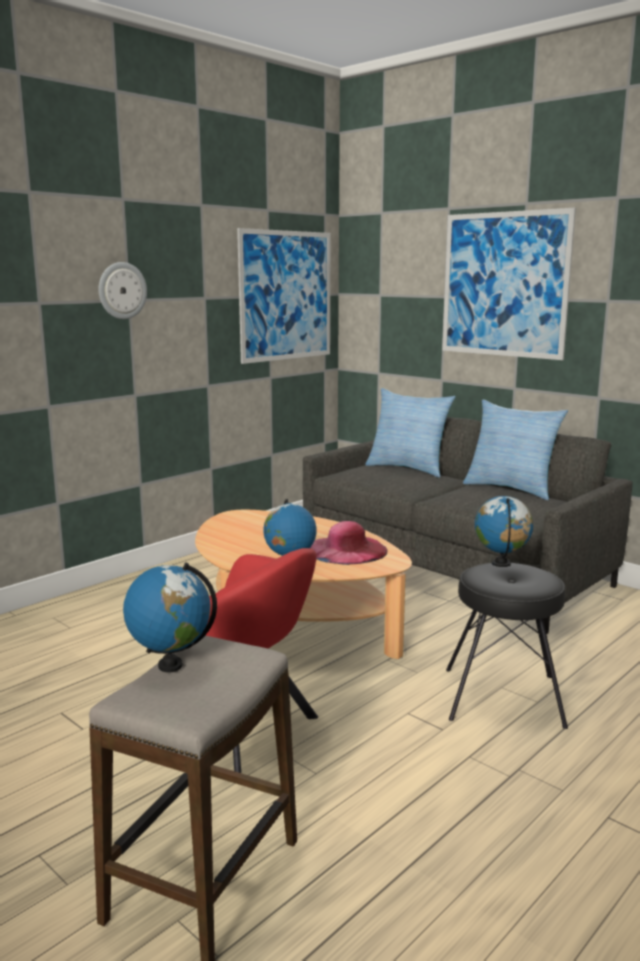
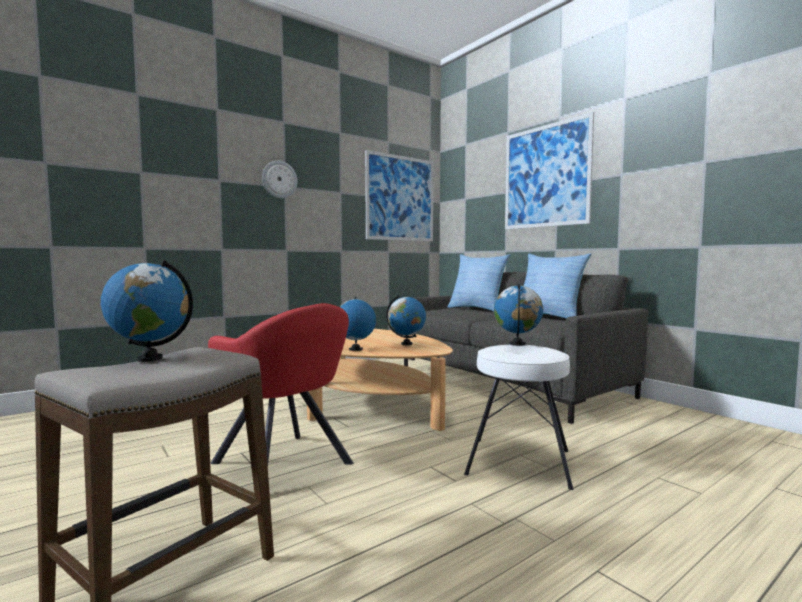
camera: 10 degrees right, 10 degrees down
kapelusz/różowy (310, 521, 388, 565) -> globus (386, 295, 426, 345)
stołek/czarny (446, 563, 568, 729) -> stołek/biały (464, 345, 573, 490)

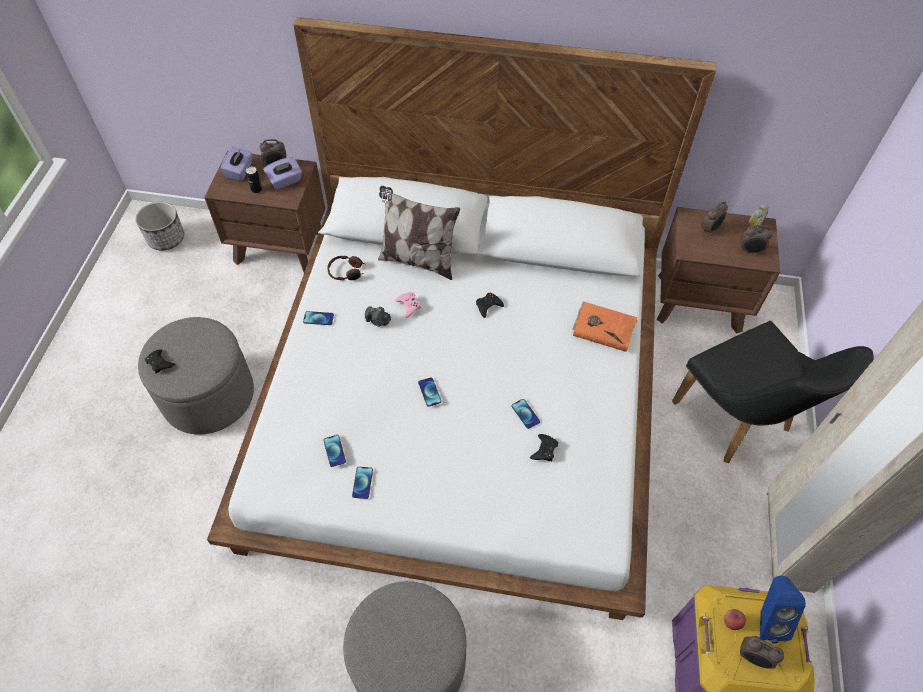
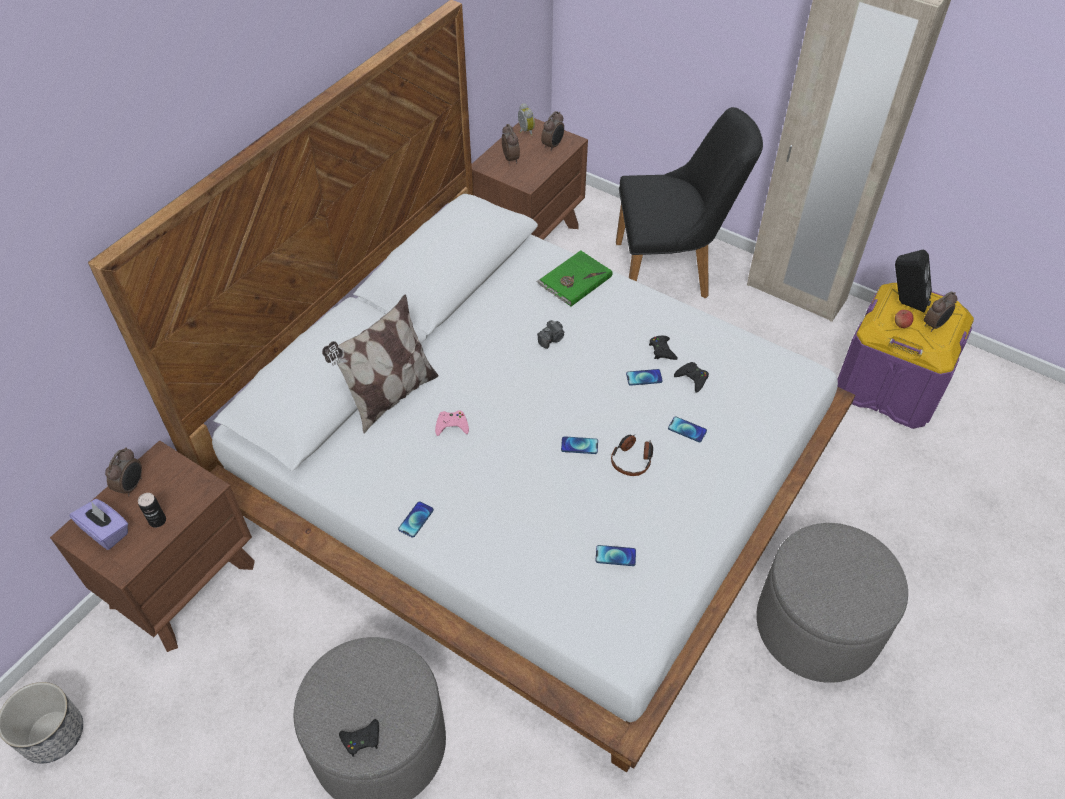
camera: 65 degrees left, 5 degrees down
pudełko chusteczek/fioletowy (263, 157, 302, 190) -> none
słuchawki (327, 256, 365, 280) -> słuchawki (611, 434, 653, 476), moved
telefon (352, 467, 373, 499) -> telefon (668, 416, 707, 442), moved
aparat fotograficzny (365, 306, 391, 327) -> aparat fotograficzny (537, 320, 565, 349), moved
pad do gier/czarny (476, 293, 504, 318) -> pad do gier/czarny (649, 336, 678, 360), moved
książka/pomarańczowy (573, 301, 637, 352) -> książka/zielony (537, 250, 612, 306)
głośnik/niebieski (760, 576, 806, 643) -> głośnik/czarny (895, 250, 932, 312)

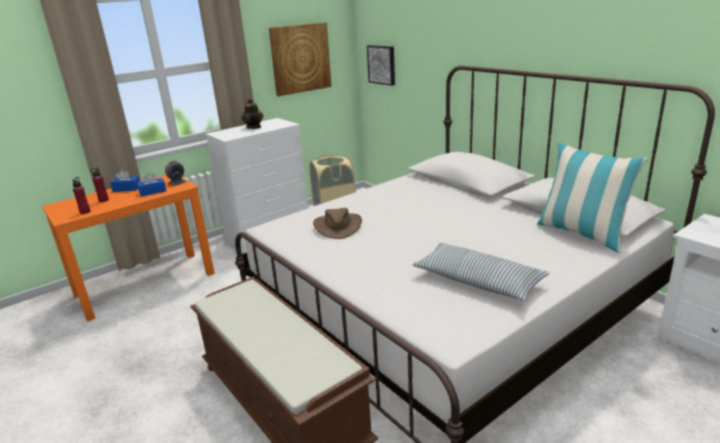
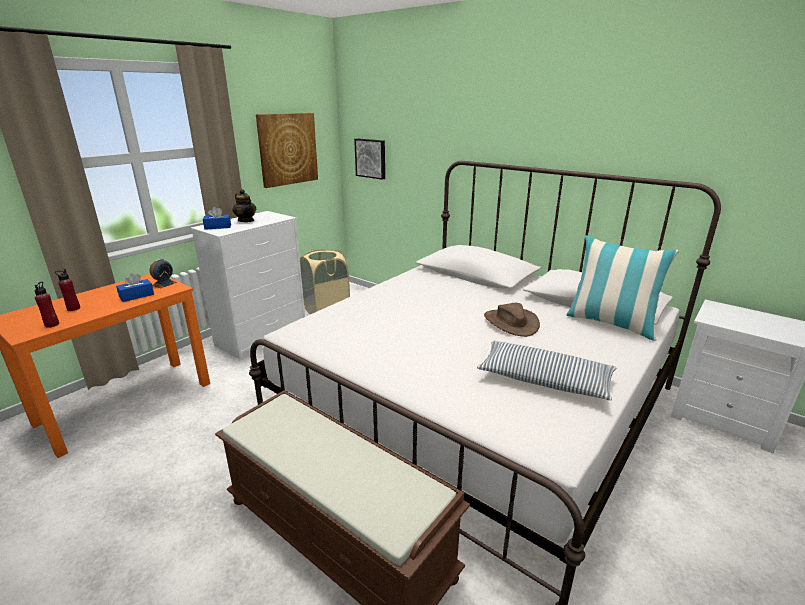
camera: 15 degrees left, 0 degrees up
pudełko chusteczek/niebieski (110, 170, 140, 192) -> pudełko chusteczek/niebieski (203, 207, 231, 230), moved
kapelusz/brązowy (313, 208, 362, 239) -> kapelusz/brązowy (484, 303, 540, 337), moved

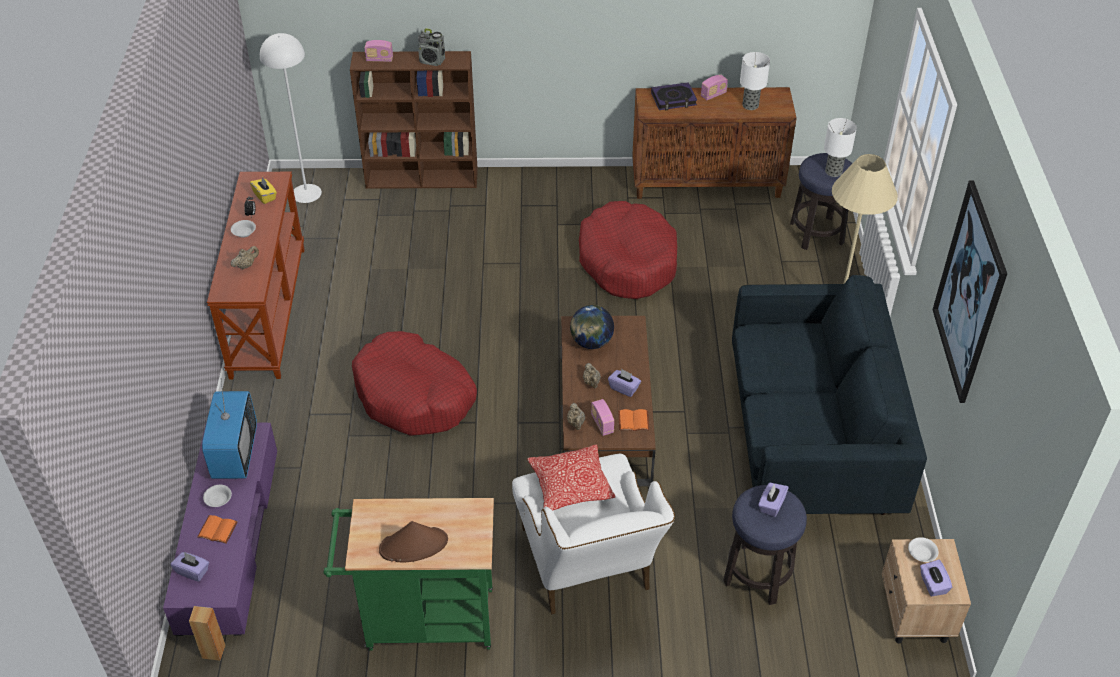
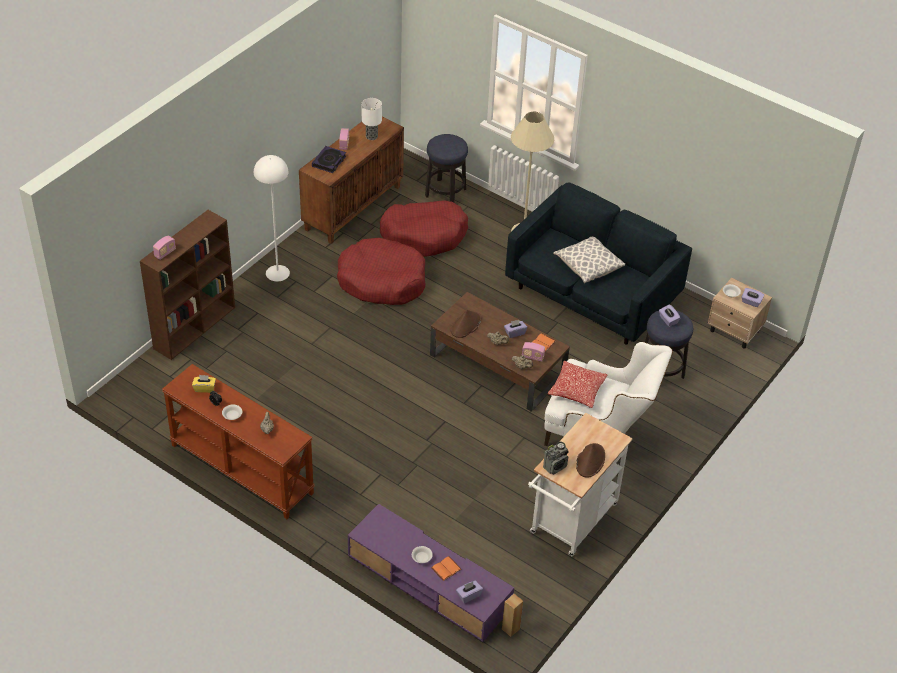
camera: 55 degrees left, 0 degrees up
telewizor (202, 380, 257, 479) -> none
lampa stołowa (824, 118, 857, 177) -> none
obraz (932, 181, 1007, 403) -> none
none -> poduszka (553, 237, 625, 283)
lampa stojąca/biały (260, 33, 322, 203) -> lampa stojąca/biały (254, 155, 290, 282), moved
legowisko/czerwony (352, 331, 477, 436) -> legowisko/czerwony (380, 200, 468, 257), moved
radio (418, 28, 445, 66) -> radio (543, 442, 569, 475), moved
globus (570, 305, 614, 349) -> kapelusz/brązowy (451, 310, 481, 338)
wózek/zielony (324, 498, 494, 651) -> wózek/biały (528, 413, 633, 556)

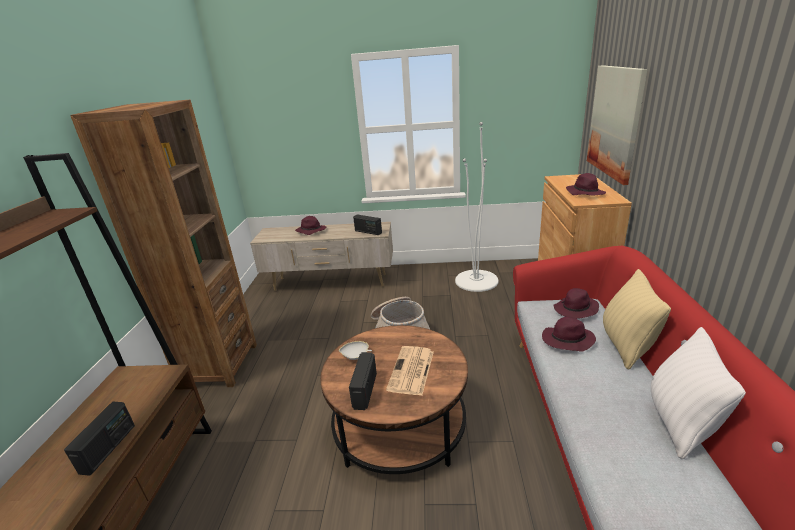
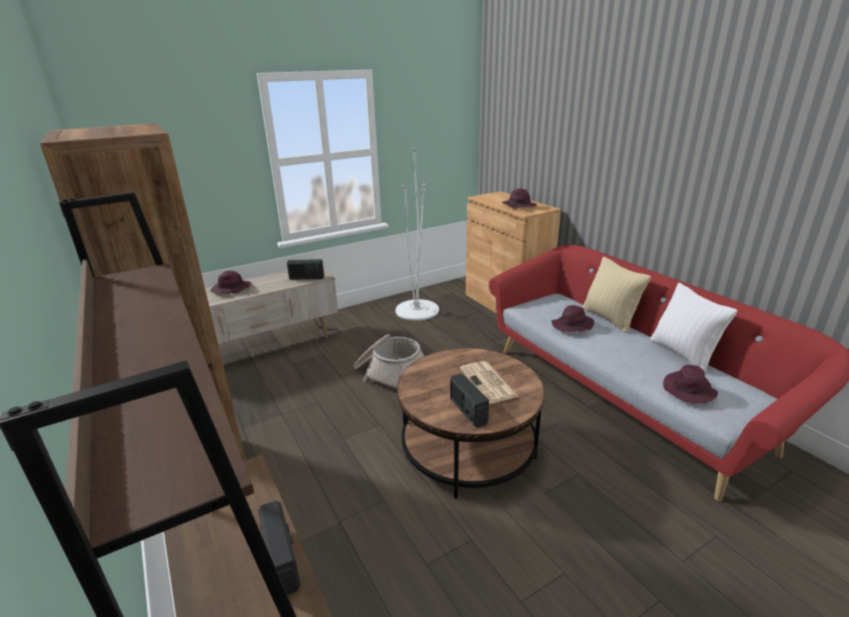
camera: 35 degrees left, 0 degrees up
miska/biały (339, 341, 372, 360) -> none
obraz (587, 65, 648, 185) -> none
kapelusz/fioletowy (553, 288, 599, 319) -> kapelusz/fioletowy (663, 365, 718, 404), moved

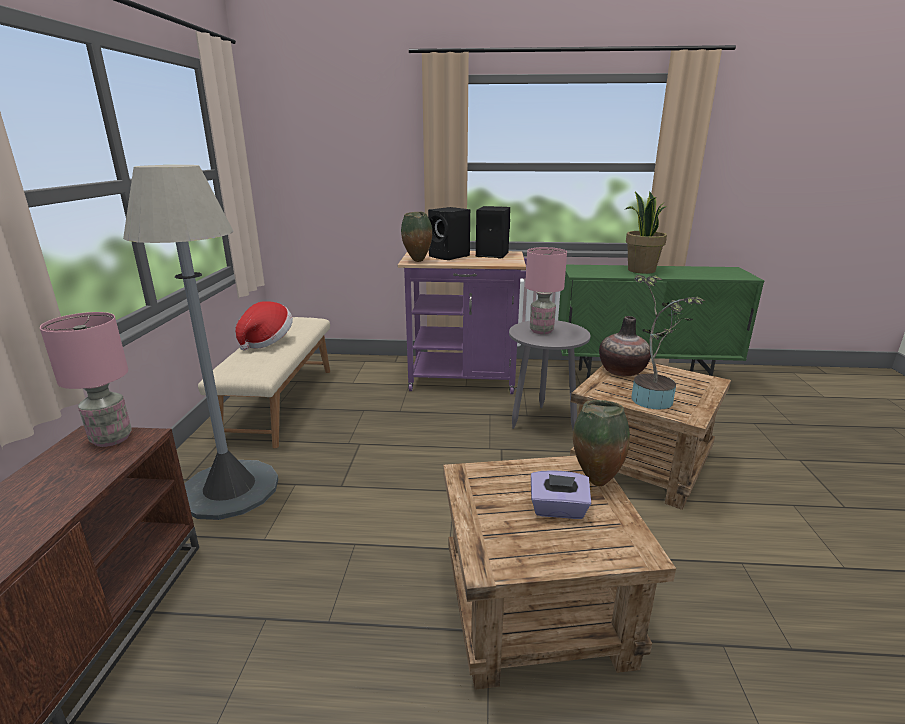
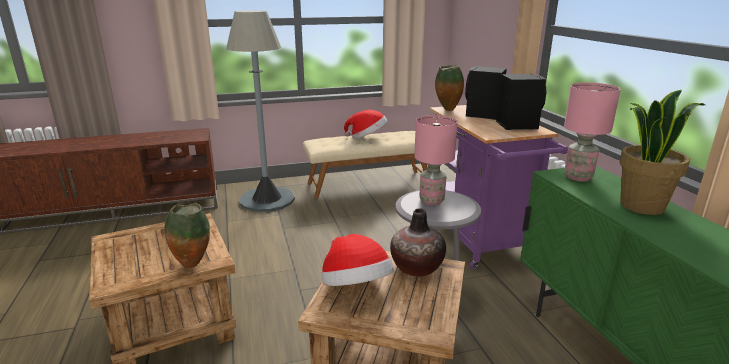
camera: 70 degrees right, 0 degrees up
pudełko chusteczek/fioletowy (531, 470, 591, 519) -> none
lampa stołowa/różowy (40, 312, 132, 447) -> lampa stołowa/różowy (564, 82, 621, 182), moved
roślina doniczkowa (631, 275, 705, 410) -> kapelusz (322, 234, 394, 286)

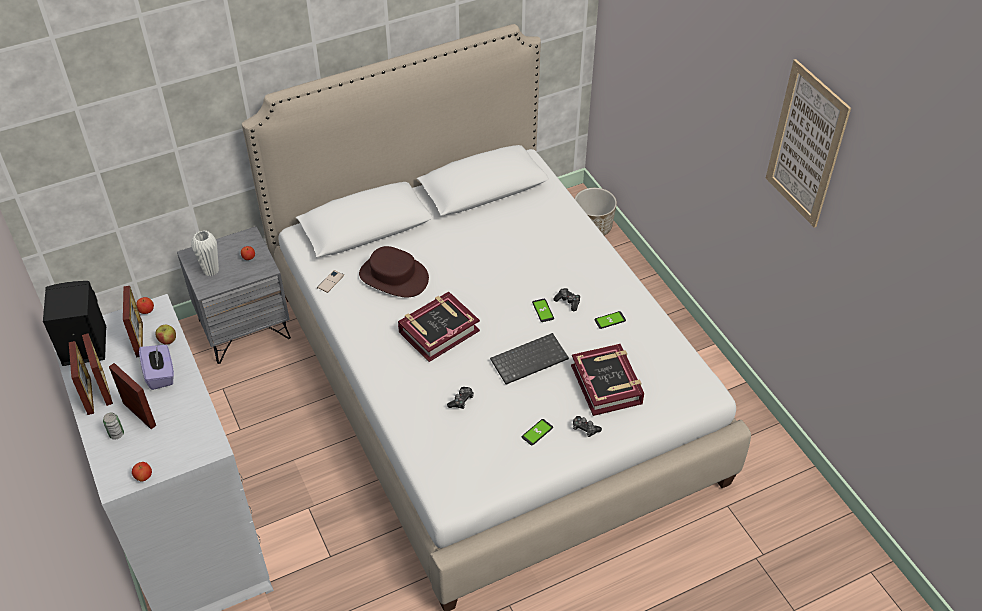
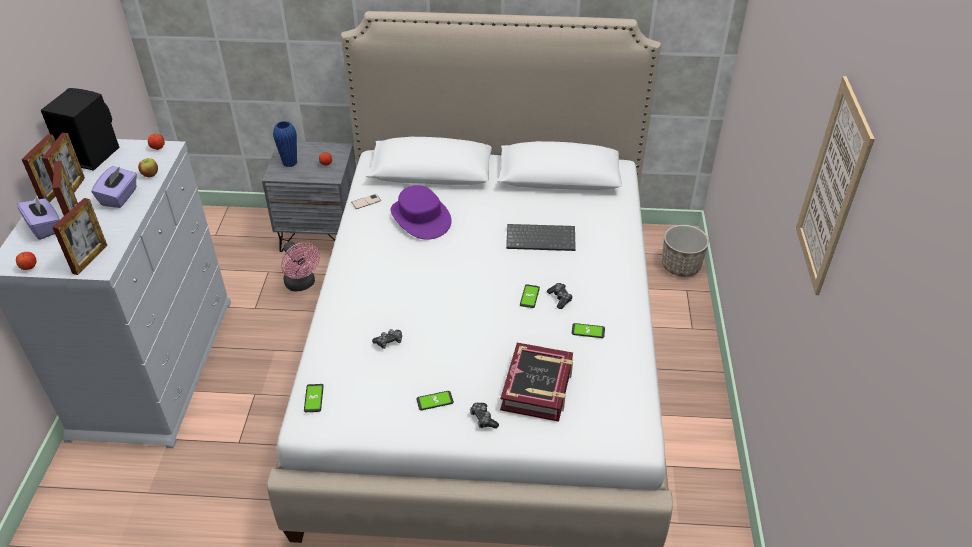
camera: 30 degrees right, 5 degrees down
książka (398, 292, 480, 362) -> none
none -> wentylator/różowy (281, 241, 320, 291)
none -> telefon (304, 384, 324, 412)
ramka na zdjęcie (123, 286, 143, 358) -> ramka na zdjęcie (52, 198, 107, 275), moved
klawiatura (490, 333, 569, 385) -> klawiatura (506, 224, 576, 251), moved
puszka (103, 413, 124, 439) -> pudełko chusteczek/fioletowy (17, 197, 60, 240)
wazon/biały (191, 230, 219, 276) -> wazon/niebieski (273, 121, 297, 167)
kapelusz/brązowy (359, 246, 429, 297) -> kapelusz/fioletowy (390, 185, 452, 240)

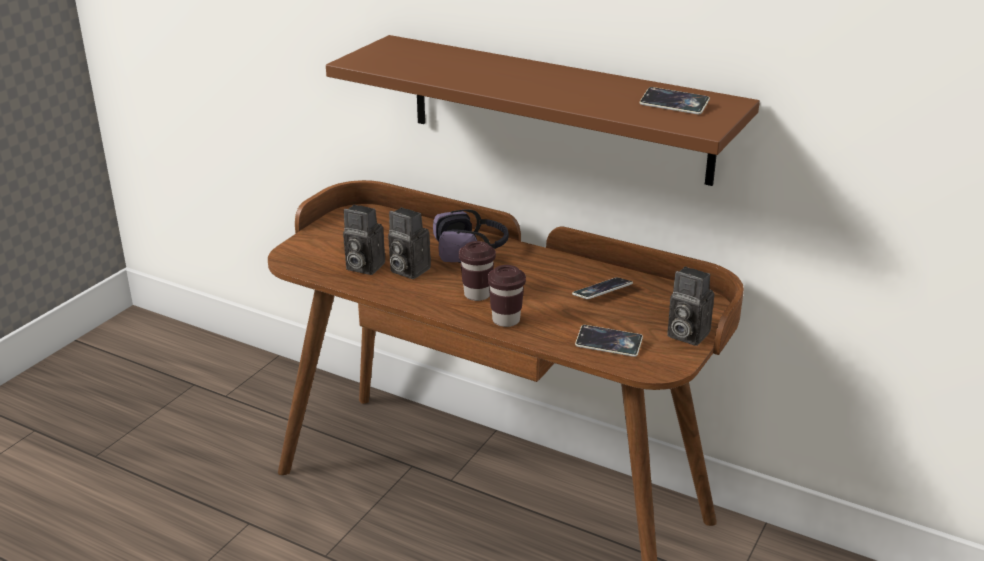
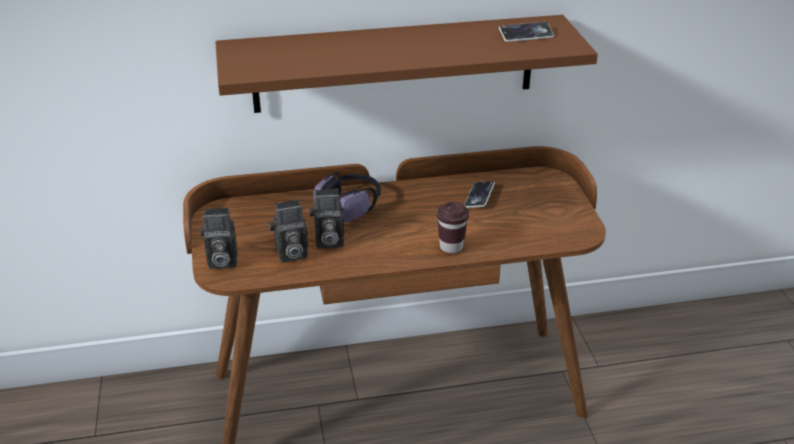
camera: 40 degrees left, 5 degrees up
filiżanka/brązowy (459, 241, 496, 301) -> none
telefon (575, 325, 643, 357) -> none
aparat fotograficzny (667, 266, 714, 346) -> aparat fotograficzny (200, 208, 238, 269), moved

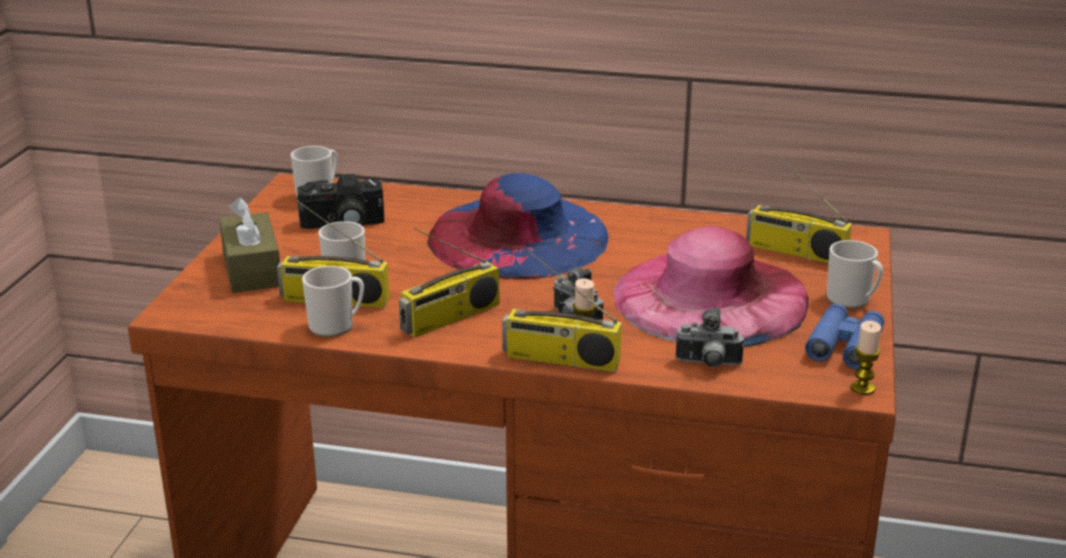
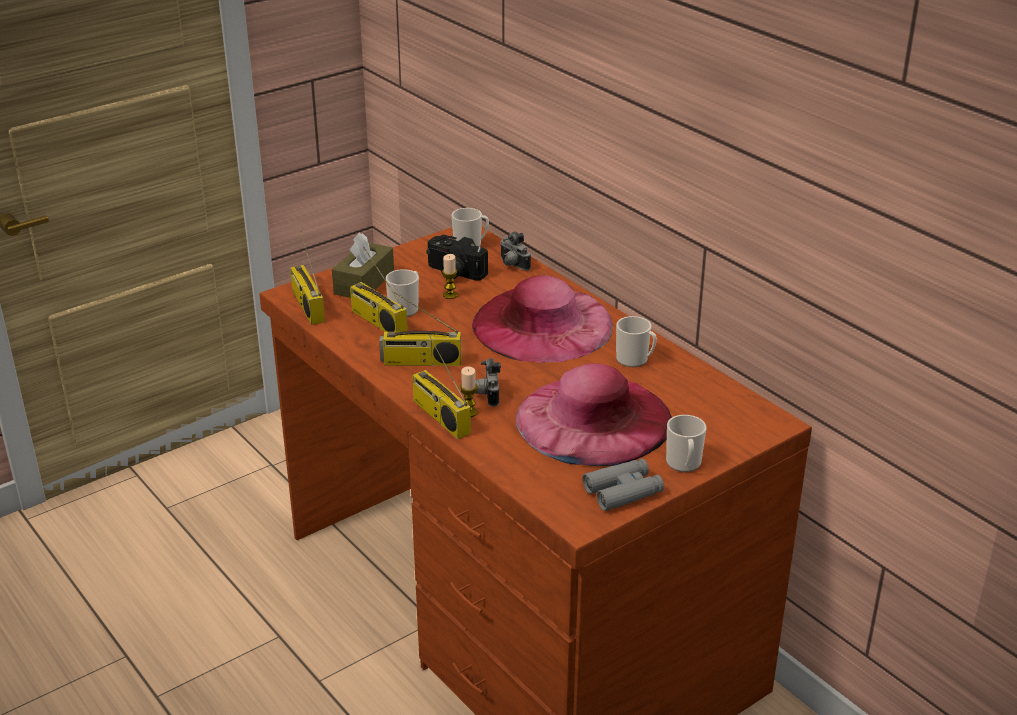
camera: 40 degrees right, 5 degrees up
kubek (302, 266, 364, 337) -> kubek (616, 316, 657, 367), moved
aparat fotograficzny (675, 308, 744, 367) -> aparat fotograficzny (500, 232, 531, 271), moved
radio (746, 154, 852, 263) -> radio (290, 231, 325, 325), moved
świeca (850, 321, 881, 395) -> świeca (442, 254, 458, 299), moved
kapelusz/niebieski (427, 173, 608, 279) -> kapelusz/różowy (472, 275, 613, 363)
lornetka/niebieski (805, 304, 884, 369) -> lornetka/szary (583, 459, 664, 511)

